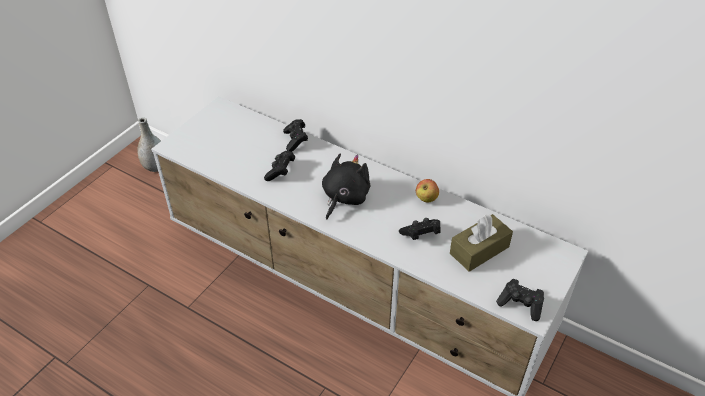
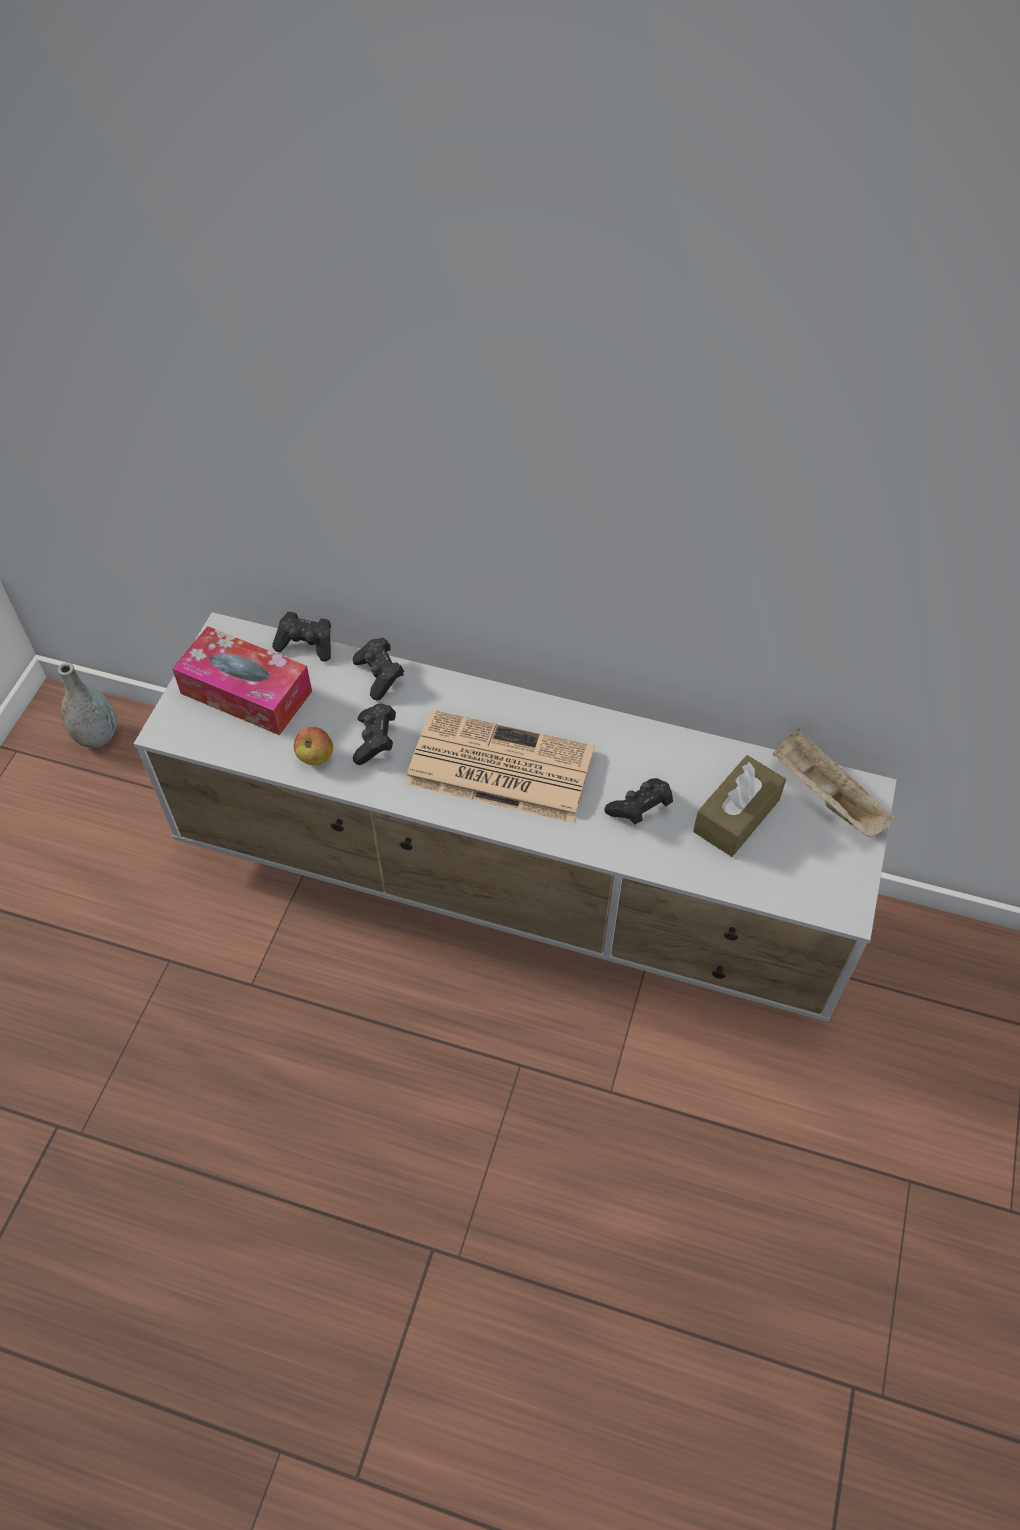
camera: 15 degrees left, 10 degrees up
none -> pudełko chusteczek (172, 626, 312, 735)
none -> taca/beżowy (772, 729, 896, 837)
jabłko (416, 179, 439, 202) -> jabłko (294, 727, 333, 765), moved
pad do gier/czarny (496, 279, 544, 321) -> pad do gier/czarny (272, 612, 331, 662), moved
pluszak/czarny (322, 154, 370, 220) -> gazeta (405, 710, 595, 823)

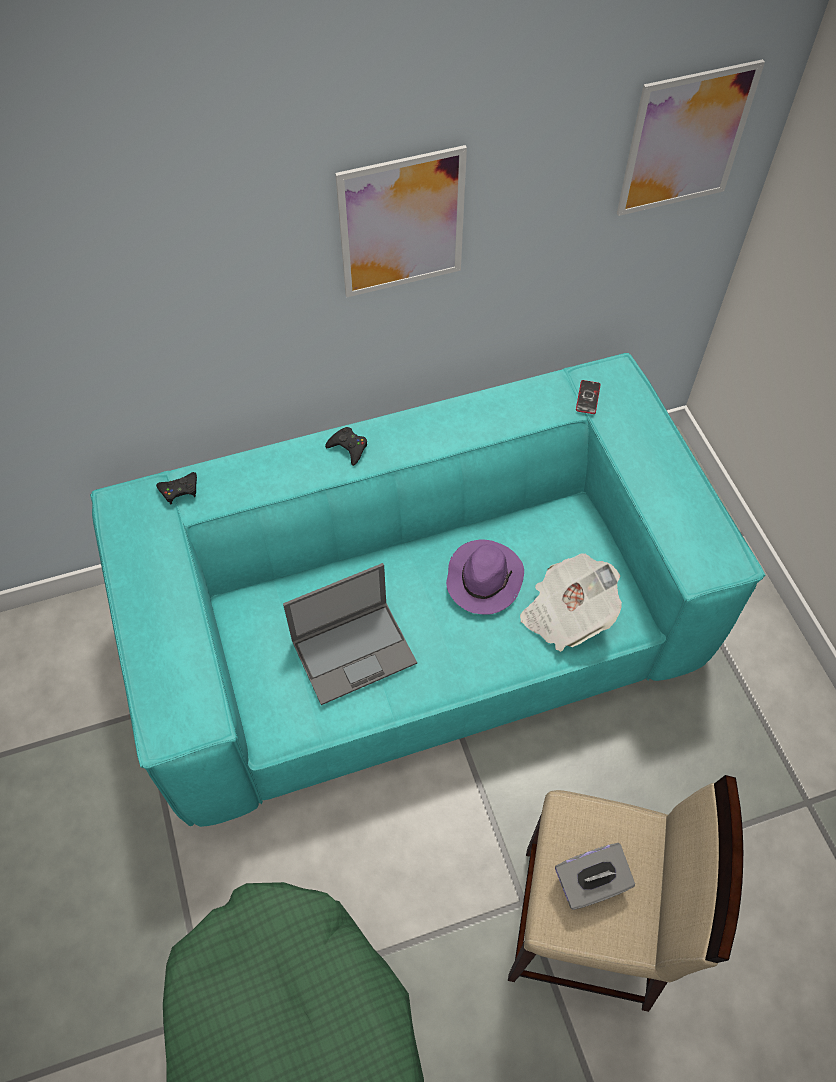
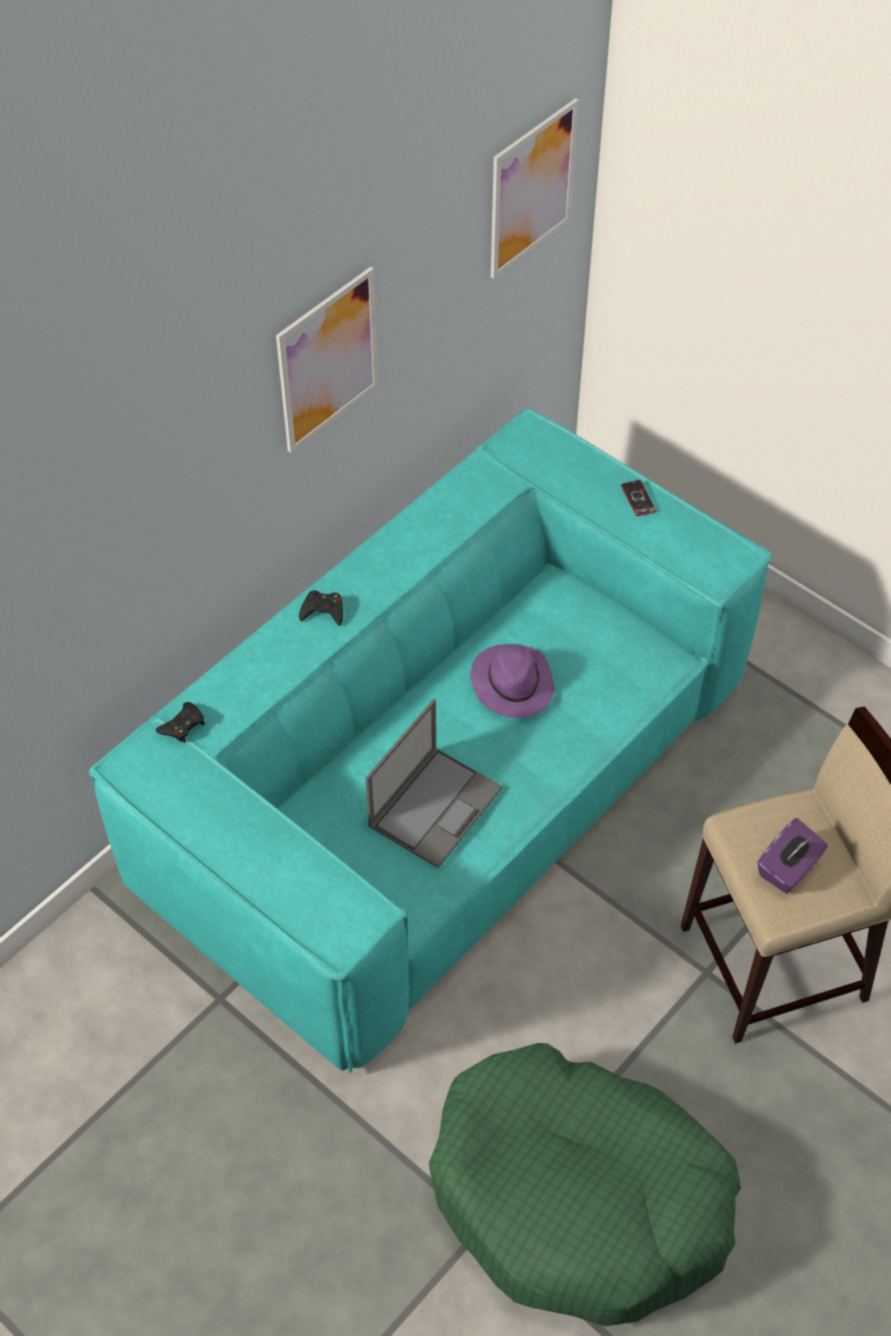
camera: 30 degrees left, 5 degrees down
gazeta (520, 553, 622, 652) -> none
telefon (576, 380, 600, 414) -> telefon (621, 480, 656, 516), moved
pudełko chusteczek/szary (555, 843, 635, 910) -> pudełko chusteczek/fioletowy (758, 818, 828, 894)

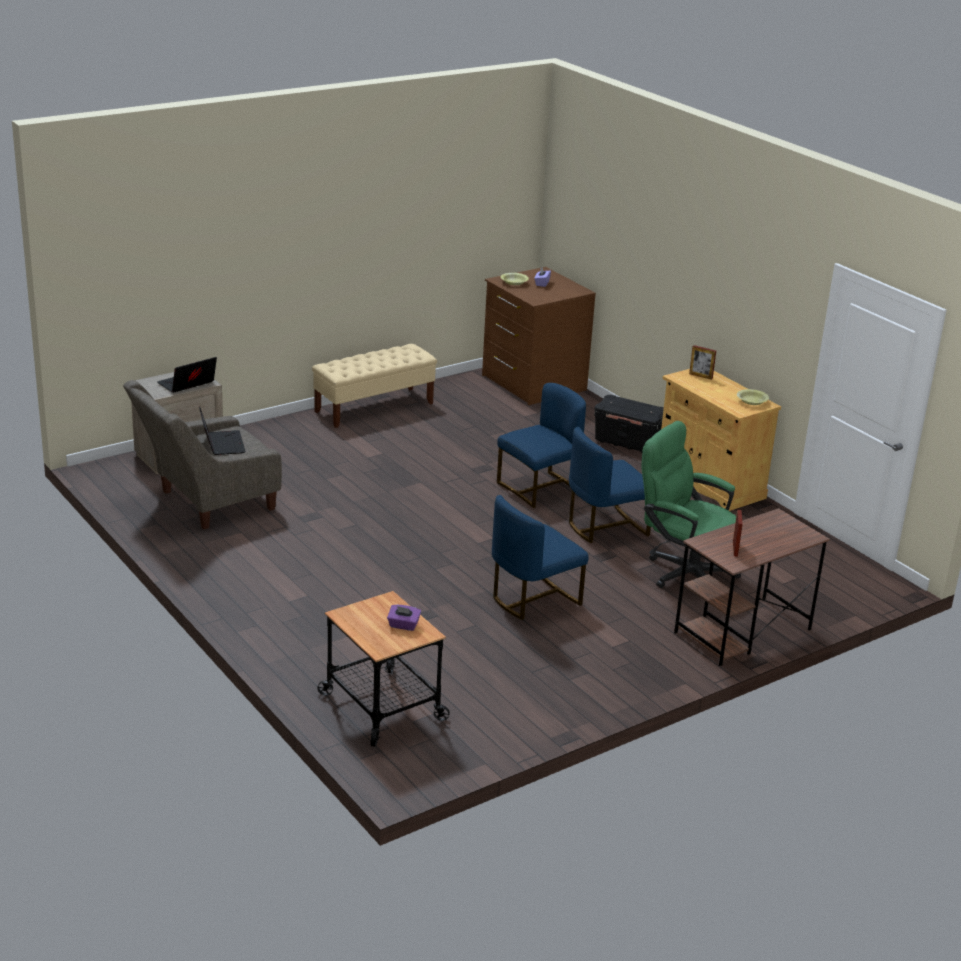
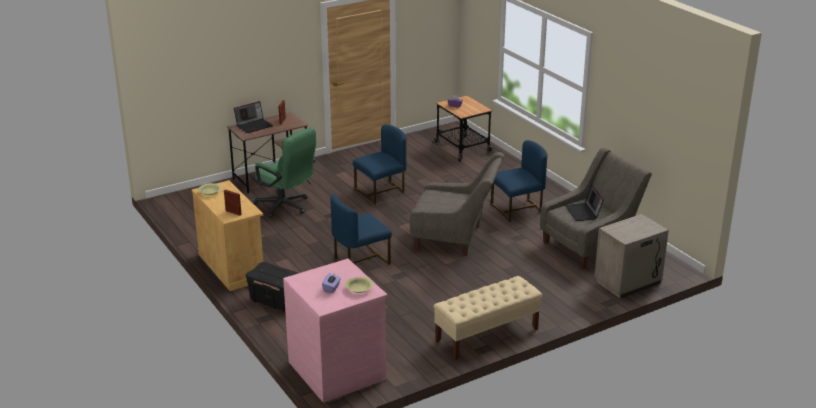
camera: 175 degrees left, 0 degrees up
none -> fotel/szary (410, 152, 504, 256)
laptop (157, 357, 217, 393) -> laptop (234, 101, 273, 133), moved
krzesło/niebieski (569, 427, 651, 543) -> krzesło/niebieski (491, 140, 547, 222), moved
komoda/brązowy (482, 267, 596, 405) -> komoda/różowy (283, 259, 388, 403)

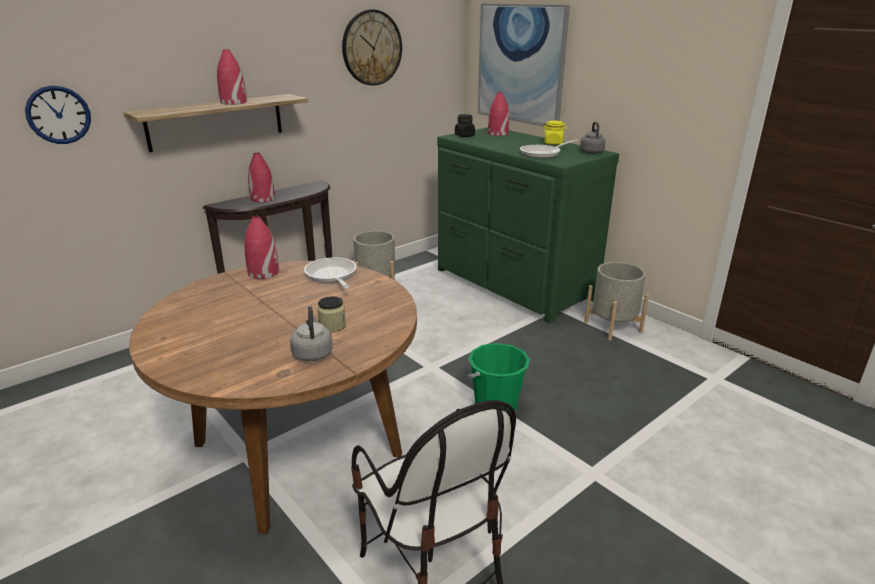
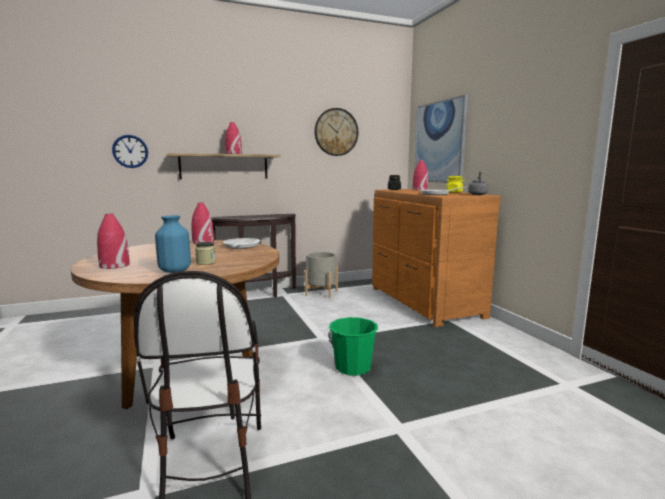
camera: 20 degrees right, 15 degrees down
donica/szary (584, 262, 649, 341) -> none
wazon/czerwony (248, 153, 275, 202) -> wazon/czerwony (97, 214, 130, 269), moved
czajnik/szary (290, 306, 333, 361) -> wazon/niebieski (155, 215, 191, 273)
komoda/zielony (437, 127, 619, 323) -> komoda/brązowy (372, 189, 501, 327)

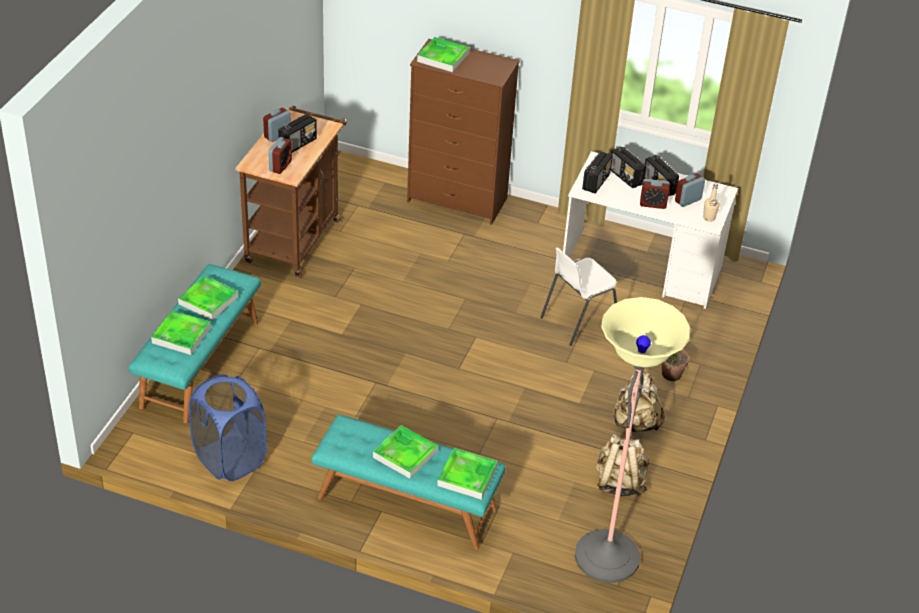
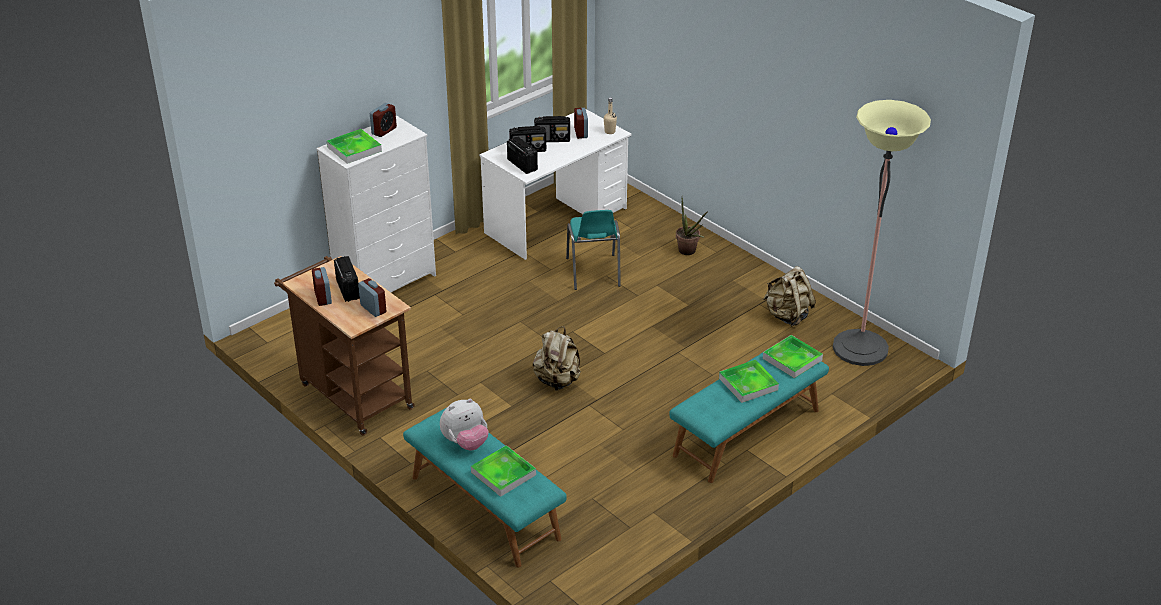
camera: 60 degrees left, 5 degrees down
kosz na pranie/niebieski (189, 374, 267, 481) -> none
plecak/beżowy (612, 372, 665, 432) -> plecak/beżowy (533, 326, 581, 391), moved
budzik (640, 179, 670, 209) -> budzik (370, 103, 397, 137), moved
taca (178, 276, 238, 320) -> pluszak (440, 399, 488, 450)
komoda/brązowy (407, 39, 520, 225) -> komoda/biały (316, 116, 436, 292)
krzesło/biały (541, 247, 617, 346) -> krzesło/turkusowy (566, 210, 621, 290)

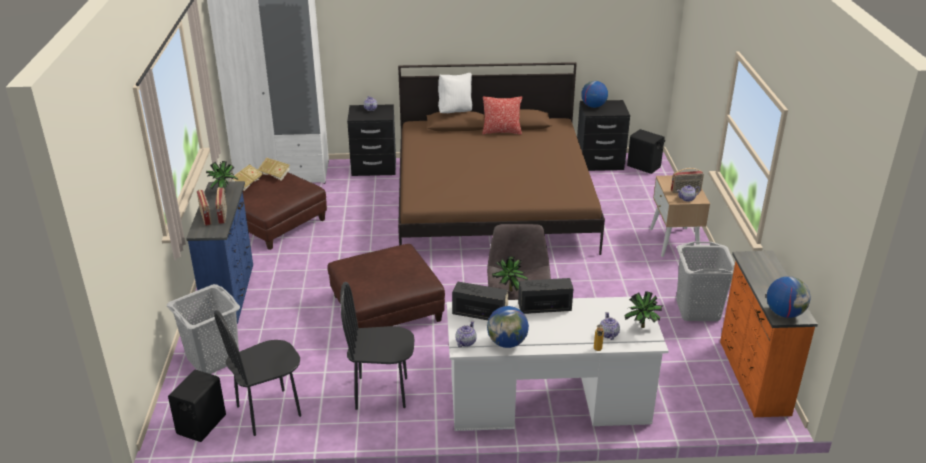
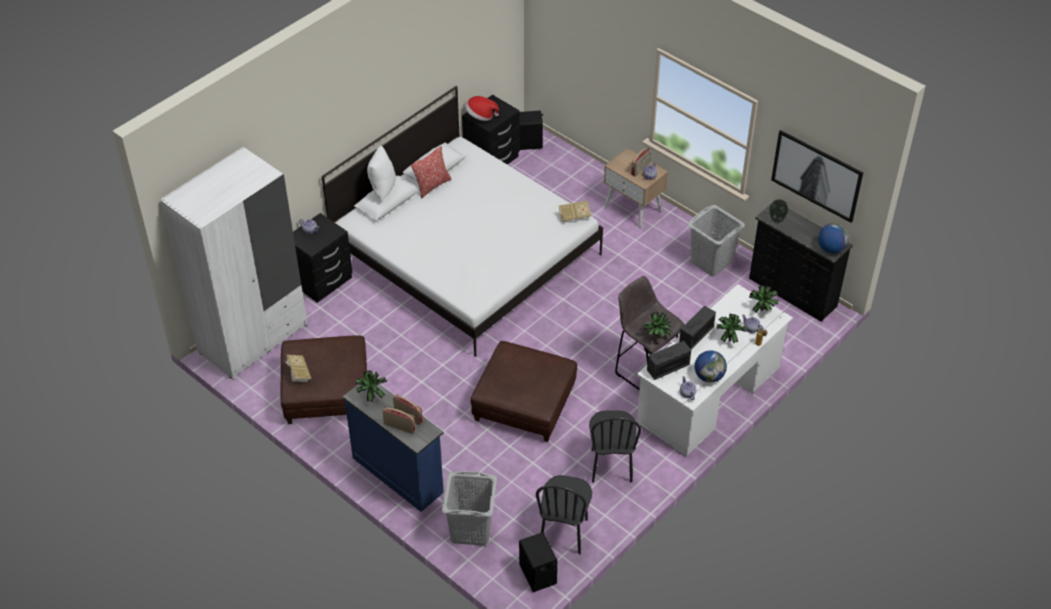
camera: 45 degrees left, 15 degrees up
none -> roślina doniczkowa (716, 314, 747, 343)
none -> wazon (769, 199, 788, 223)
none -> obraz (771, 130, 864, 223)
książka (258, 157, 290, 181) -> książka (558, 201, 591, 222), moved
globus (581, 81, 608, 108) -> kapelusz (465, 96, 499, 121)
łóżko/brązowy (398, 62, 605, 255) -> łóżko/biały (322, 86, 603, 357)
komoda/pomarańczowy (720, 251, 818, 417) -> komoda/czarny (749, 204, 853, 322)
krzesło/czarny (340, 282, 414, 410) -> krzesło/czarny (589, 410, 641, 483), 45 degrees counterclockwise

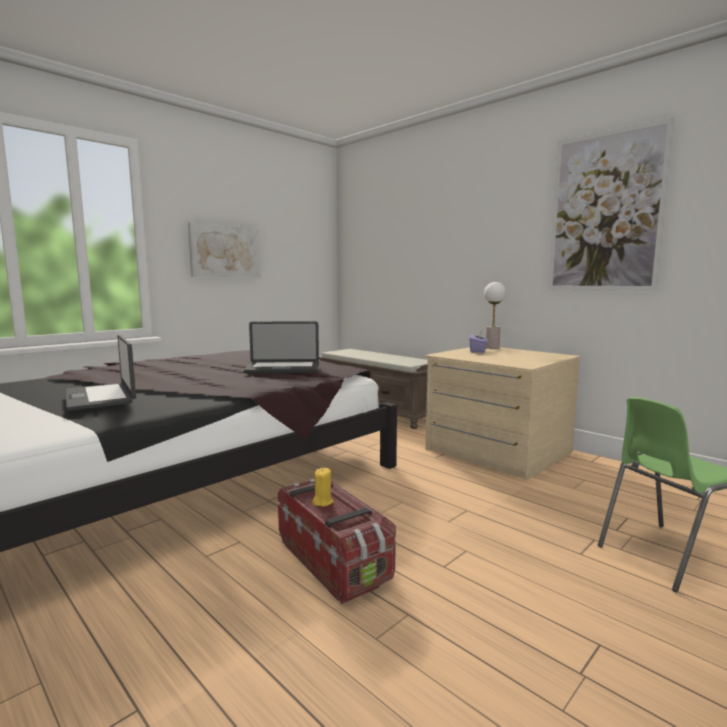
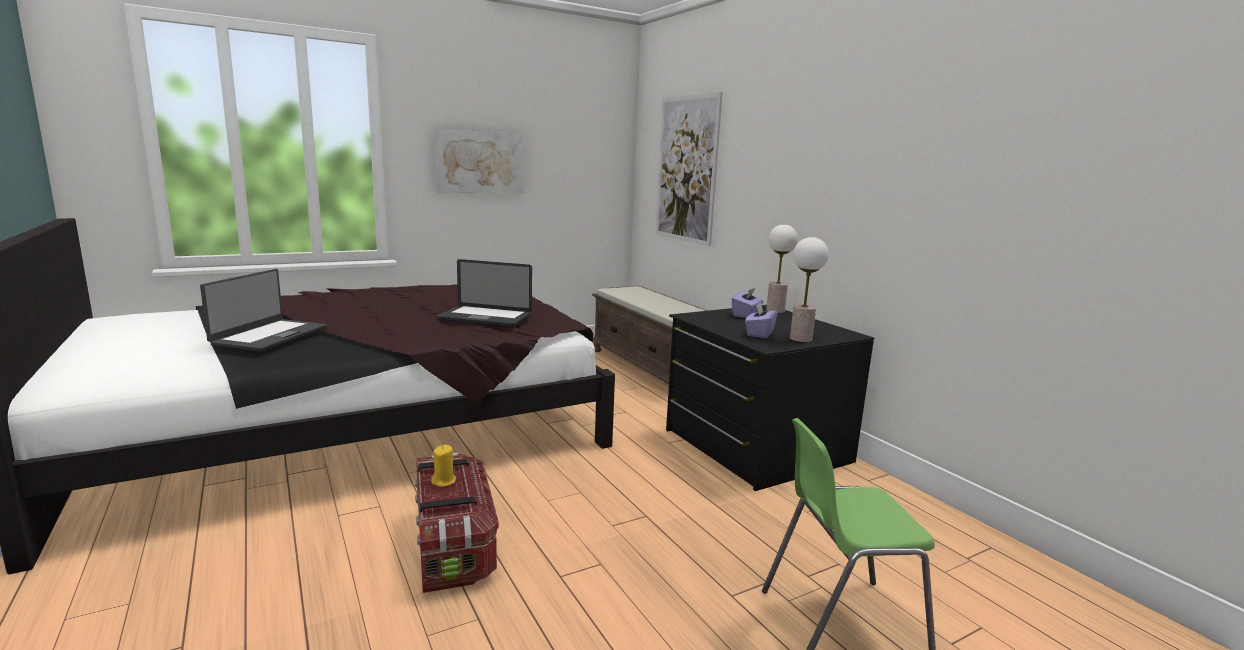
camera: 15 degrees right, 5 degrees up
none -> pudełko chusteczek/fioletowy (745, 302, 777, 338)
none -> lampa stołowa (790, 237, 829, 342)
obraz (548, 117, 675, 291) -> obraz (656, 92, 723, 246), moved
komoda/beżowy (425, 347, 580, 481) -> komoda/czarny (666, 305, 874, 491)
laptop (65, 335, 136, 411) -> laptop (200, 269, 327, 351), 150 degrees counterclockwise

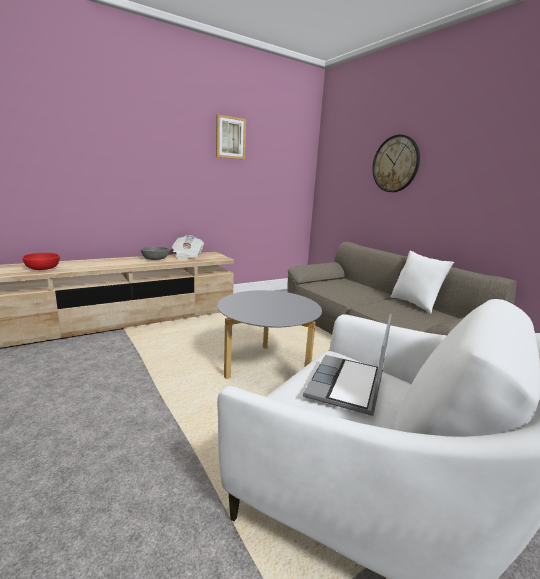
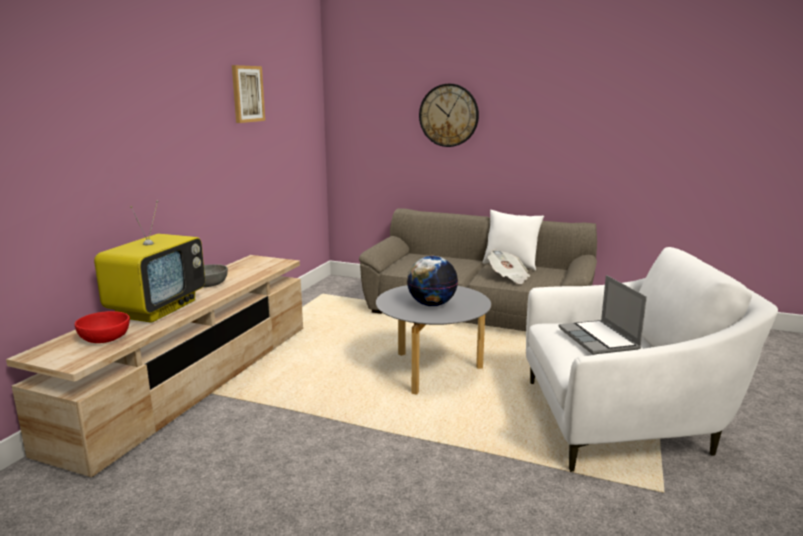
camera: 35 degrees left, 0 degrees up
none -> telewizor (94, 201, 205, 323)
none -> globus (407, 256, 458, 306)
gazeta (172, 235, 204, 259) -> gazeta (488, 250, 530, 284), moved

